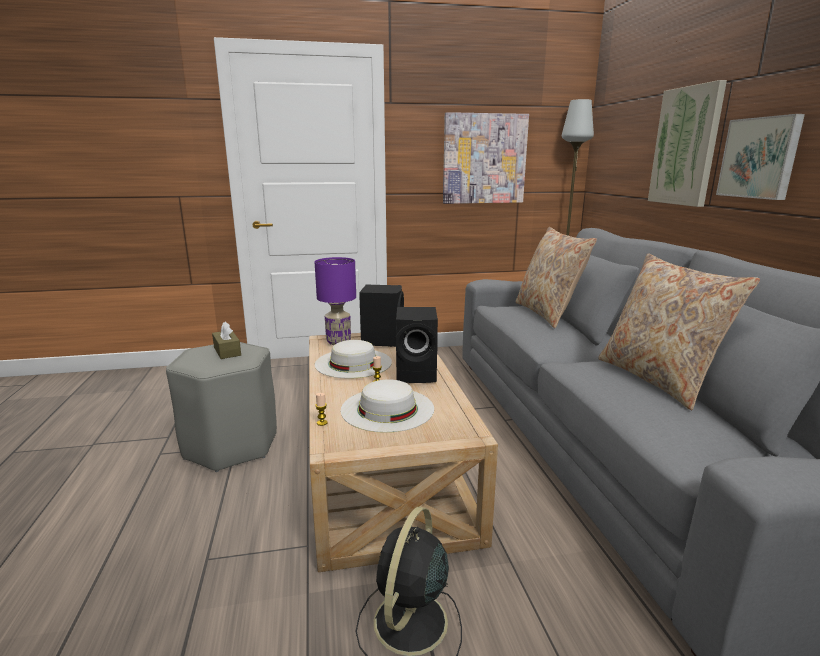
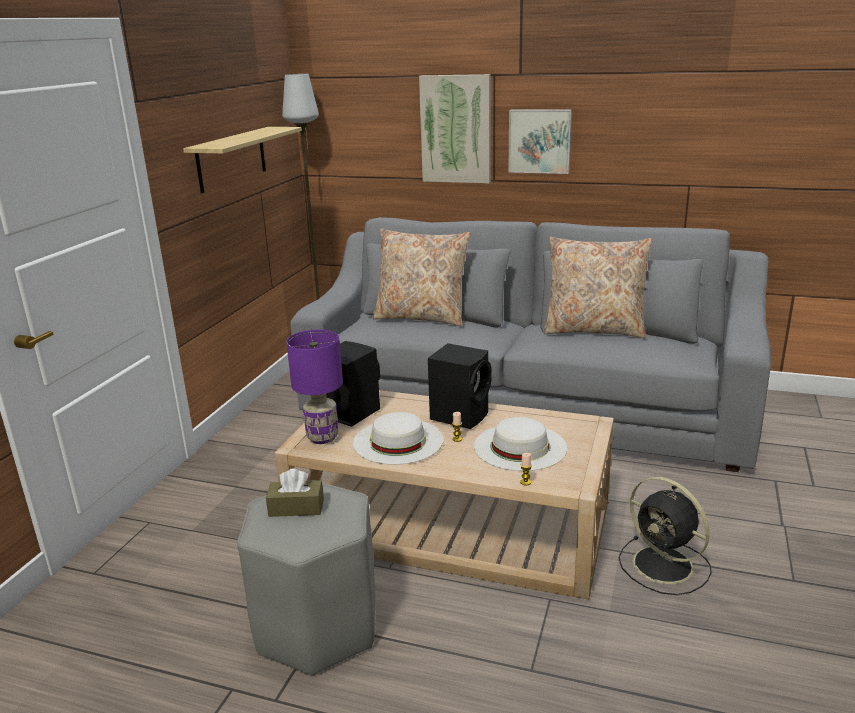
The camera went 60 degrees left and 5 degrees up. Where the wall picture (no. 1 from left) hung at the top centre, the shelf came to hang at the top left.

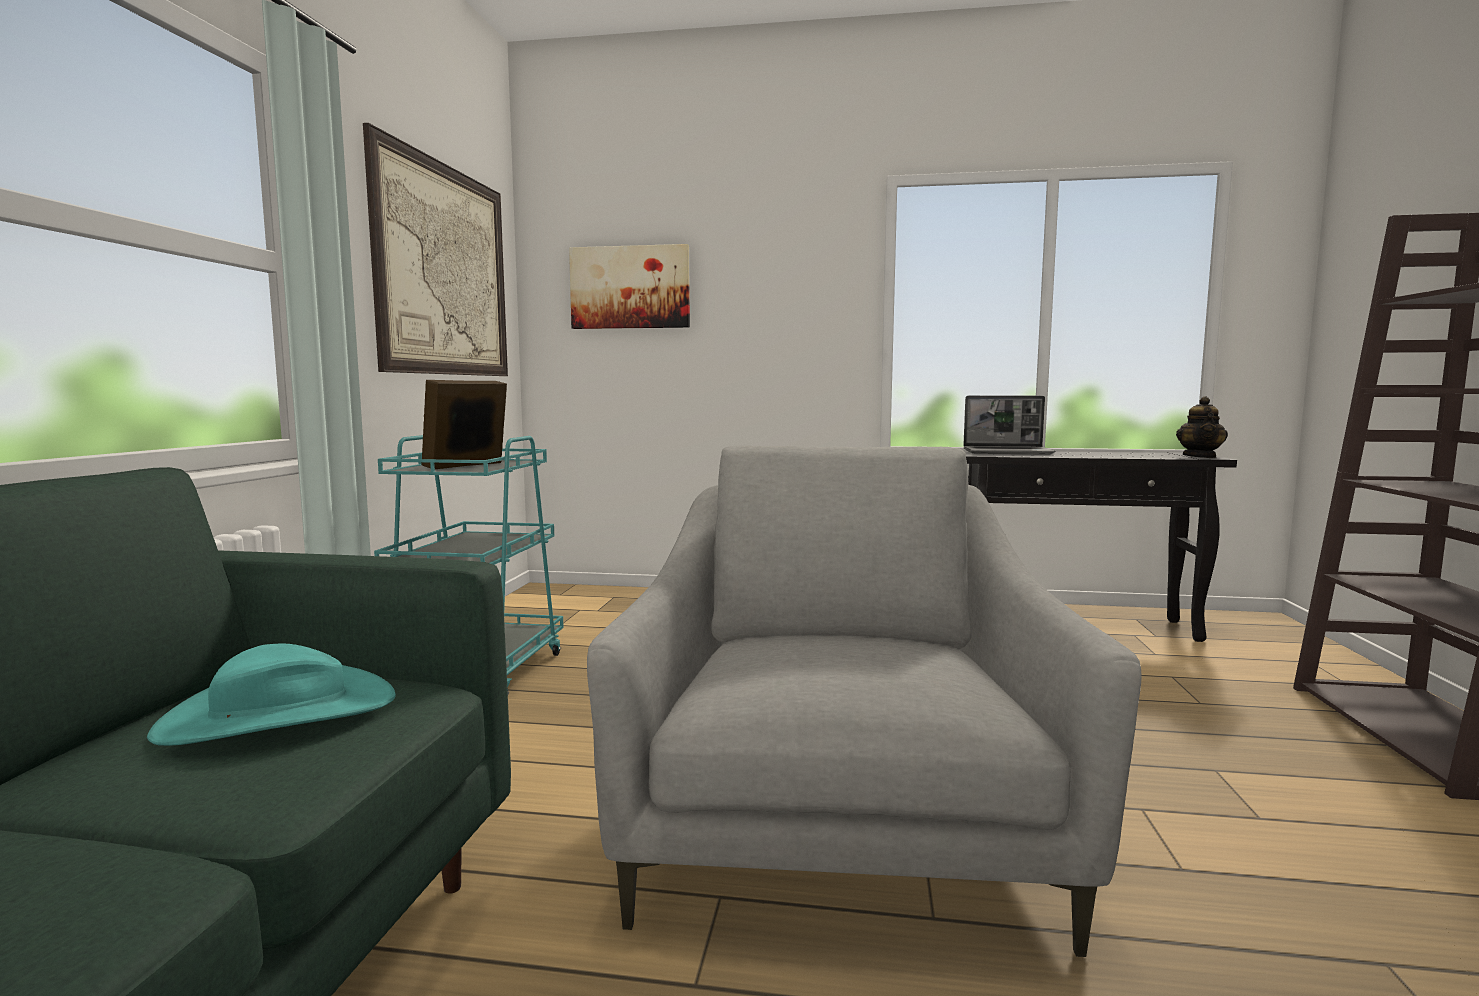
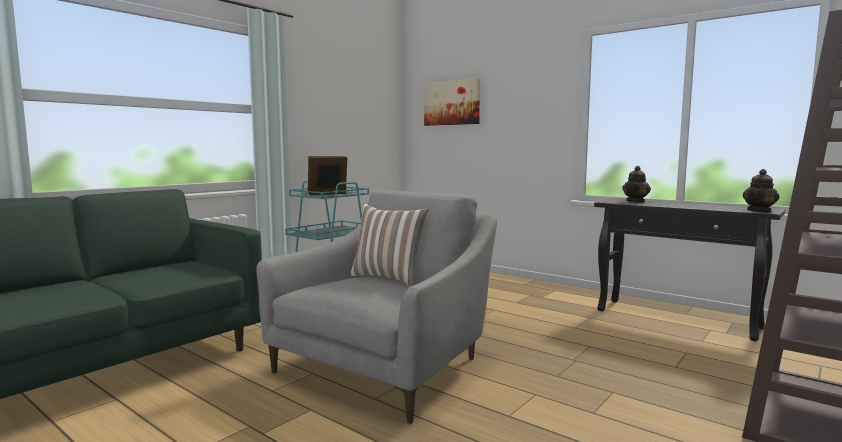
The camera went 30 degrees right and 0 degrees up. The second view gained the cushion at the centre. Where the portable computer stood at the middle right, the pot for tea (no. 1 from left) came to stand at the middle right. The second view lost the turquoise wearable hat at the bottom left. The second view lost the wall picture (no. 1 from left) at the top left.

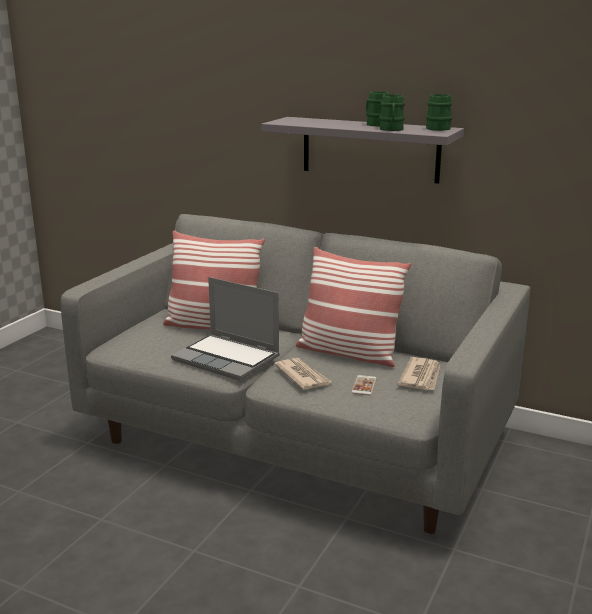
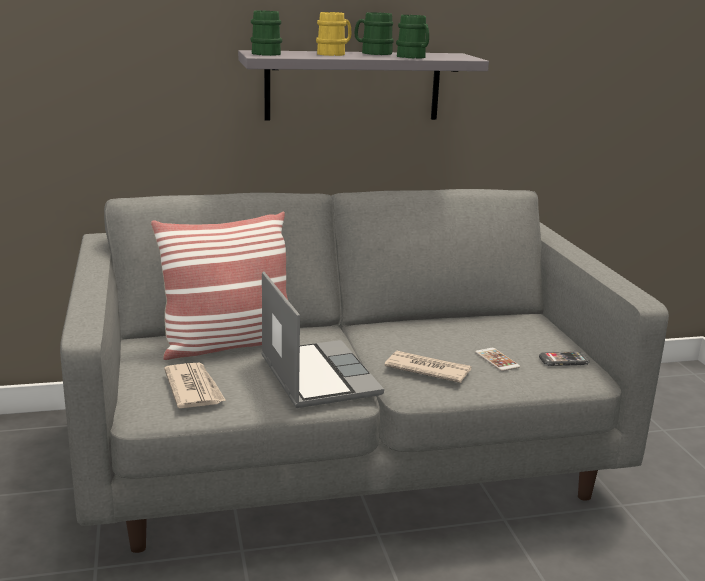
The camera went 40 degrees left and 0 degrees up. The daily paper (no. 2 from left in the first image) ended up elsewhere, having gone from the middle right to the middle left. The green-coloured mug (no. 3 from left in the first image) ended up elsewhere, having gone from the top right to the top centre. The portable computer at the centre ended up facing another way, 105 degrees counterclockwise from before. The second view gained the yellowish mug at the top centre. The second view gained the handset (no. 2 from left) at the middle right. The second view lost the cushion (no. 2 from left) at the centre.

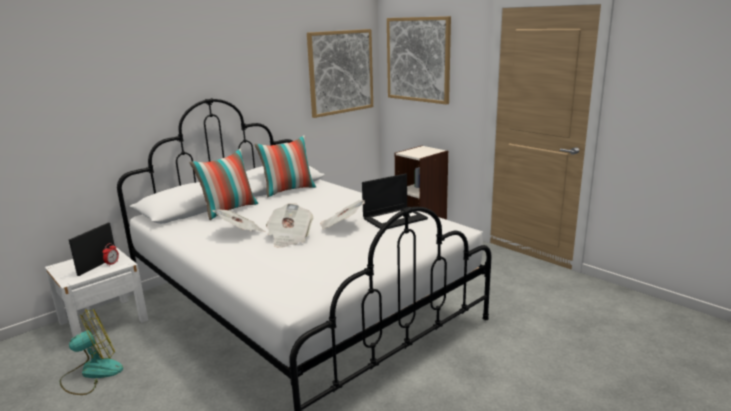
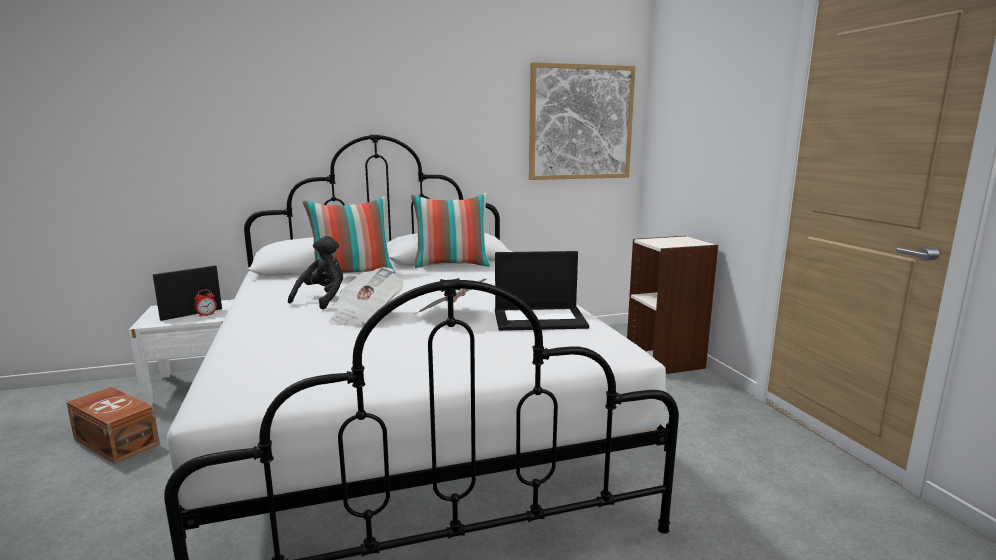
The camera went 25 degrees right and 5 degrees down. Where the cooling fan stood at the bottom left, the brown storage container came to stand at the bottom left. Where the daily paper (no. 1 from left) stood at the middle left, the blackish plush toy came to stand at the middle left. The second view lost the wall picture (no. 2 from left) at the top centre.

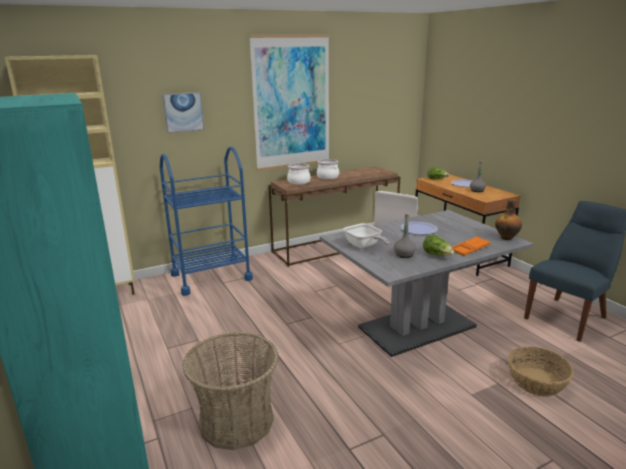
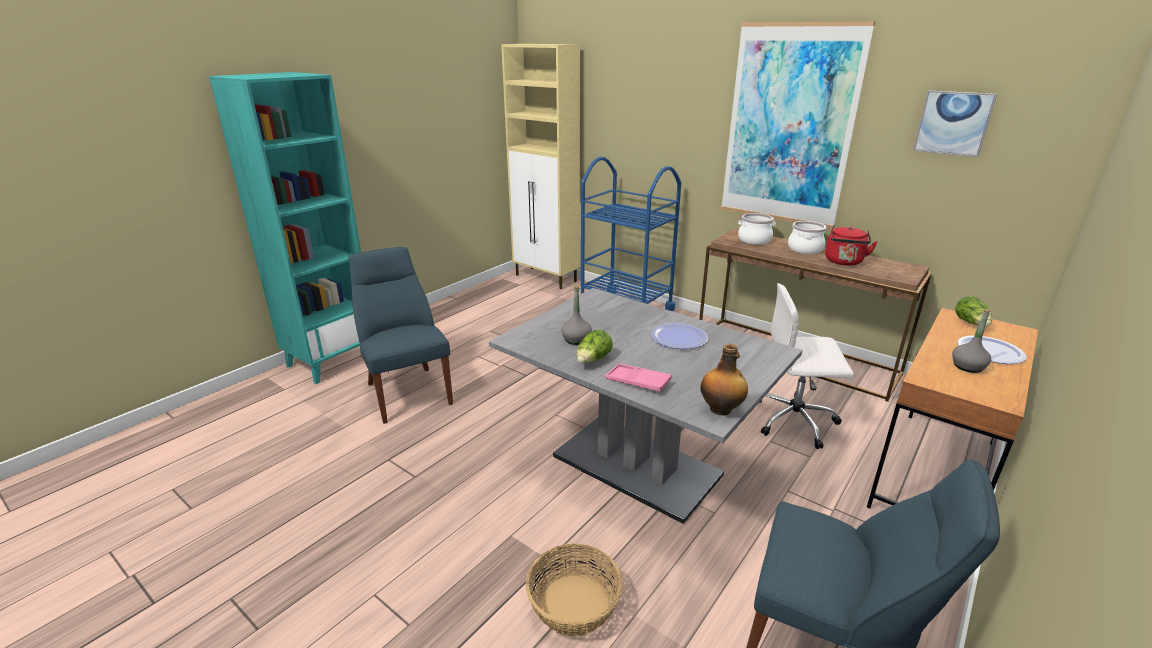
The camera went 65 degrees right and 5 degrees up. Where the storage basket (no. 1 from left) stood at the bottom centre, the blue plain chair (no. 1 from left) came to stand at the centre. What was the orangey serving tray at the middle right turned into the pink serving tray at the centre. The second view gained the red tea kettle at the middle right. The wall picture (no. 1 from left in the first image) ended up elsewhere, having gone from the top left to the top right. The second view lost the skillet at the centre.

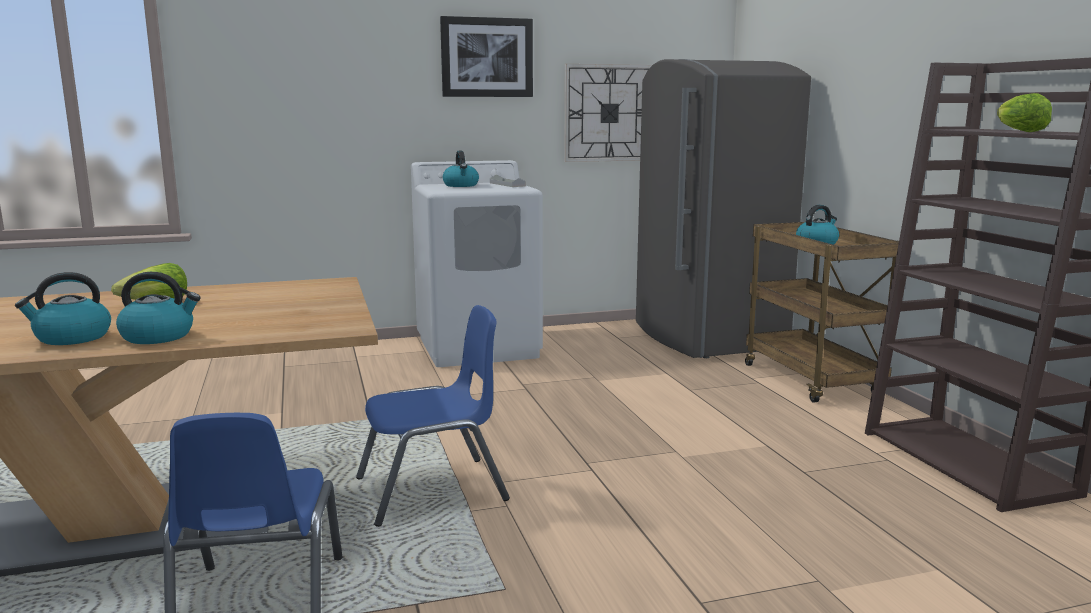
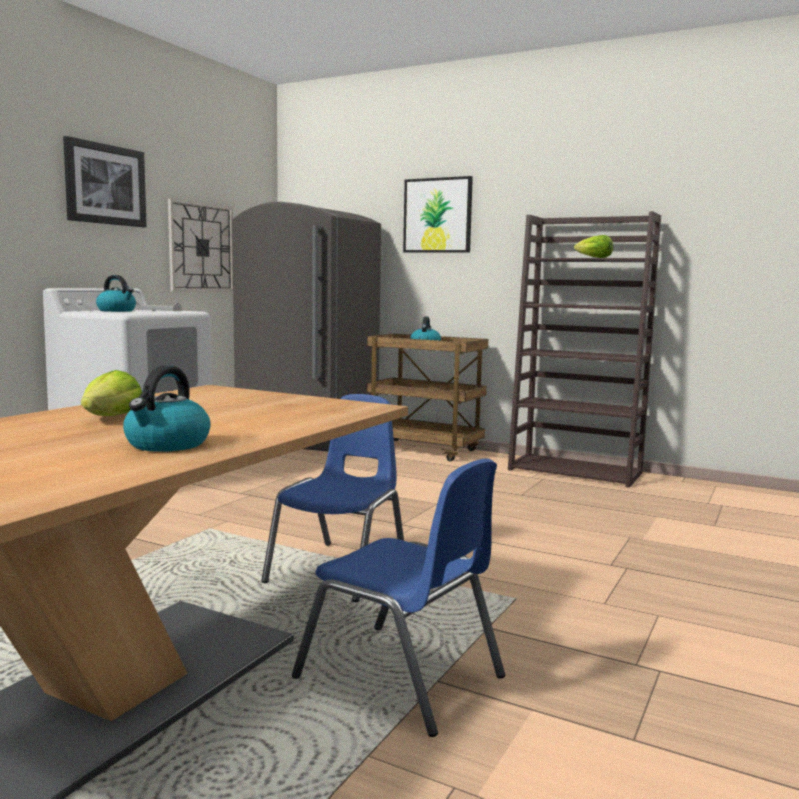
The camera went 45 degrees left and 5 degrees down. The second view gained the wall picture (no. 2 from left) at the top centre. The second view lost the tea kettle (no. 2 from left) at the middle left.

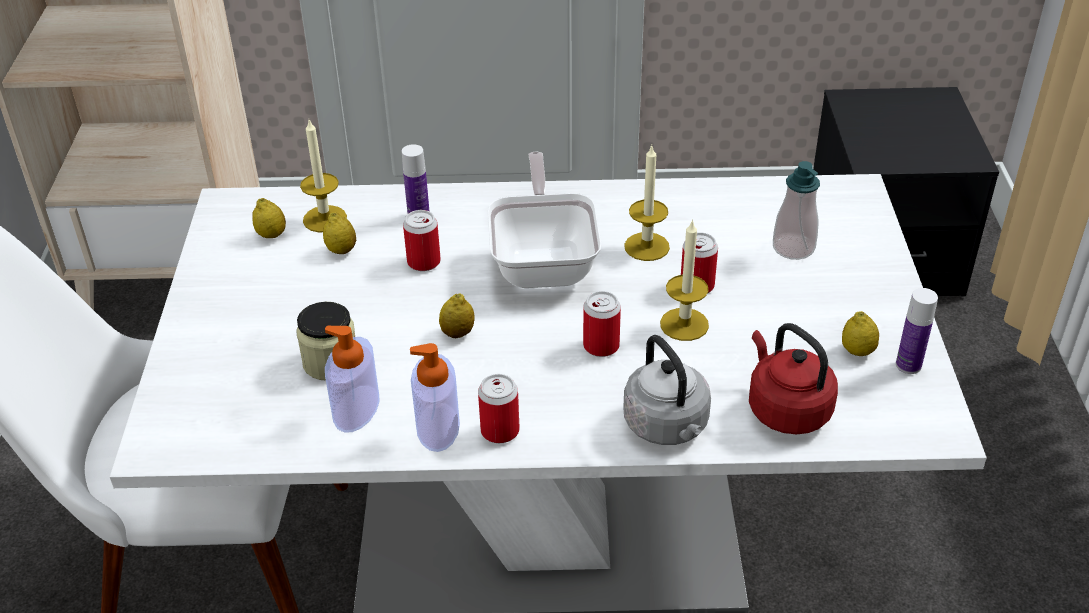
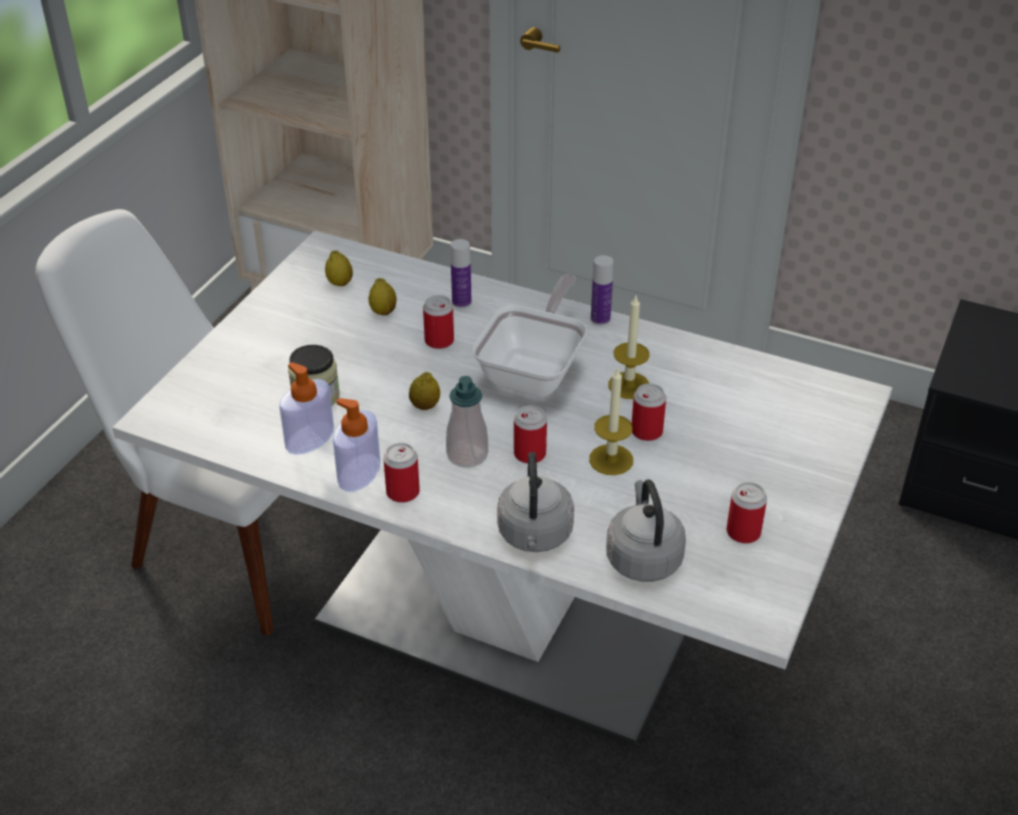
The camera went 25 degrees right and 0 degrees up. The liquid soap bottle (no. 3 from left) ended up elsewhere, having gone from the middle right to the centre. The bottle (no. 2 from left) ended up elsewhere, having gone from the middle right to the centre. What was the red tea kettle at the middle right turned into the greyish tea kettle (no. 2 from left) at the centre. Where the citrus fruit (no. 4 from left) stood at the middle right, the sealed can (no. 5 from left) came to stand at the middle right. The second view lost the candle (no. 1 from left) at the top left.

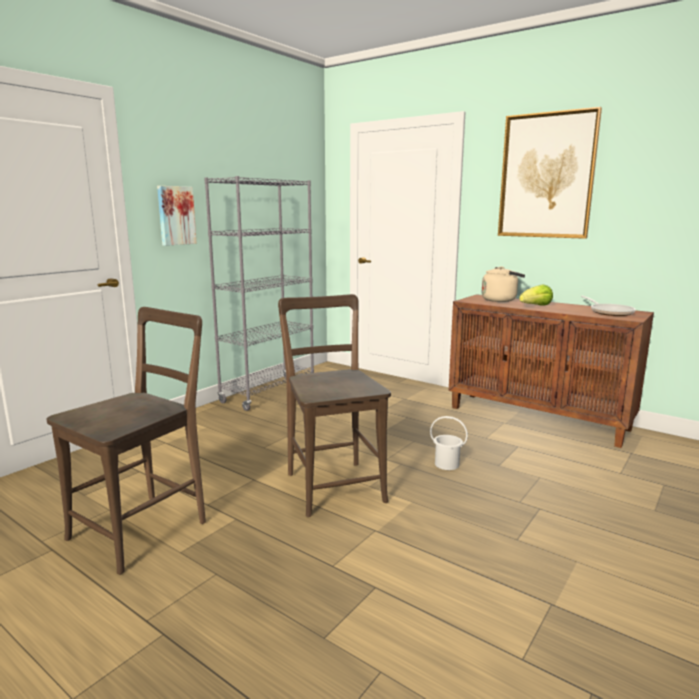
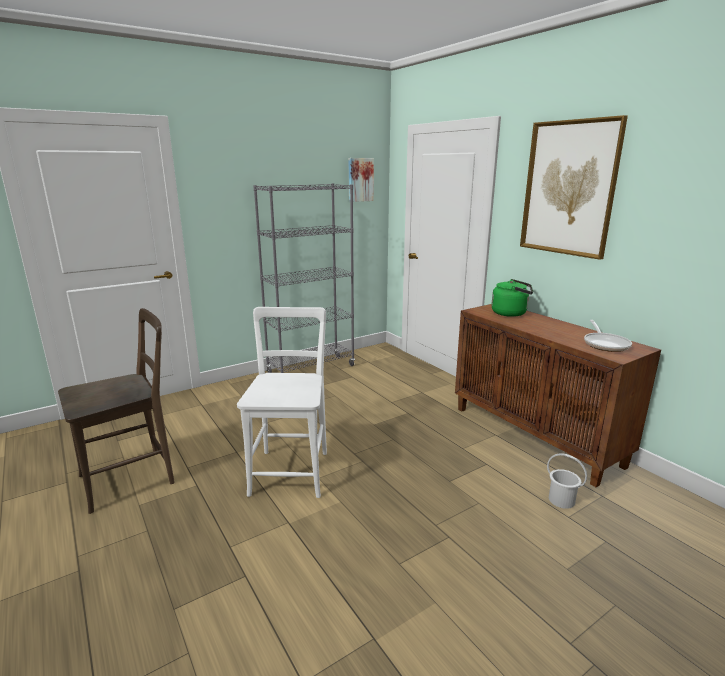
The camera went 20 degrees right and 5 degrees up. What was the brown plain chair (no. 2 from left) at the centre turned into the white-coloured plain chair at the centre. The wall picture (no. 1 from left) ended up elsewhere, having gone from the top left to the top centre. What was the beige-coloured tea kettle at the middle right turned into the green-coloured tea kettle at the middle right. The white-coloured water bucket ended up elsewhere, having gone from the centre to the bottom right. The second view lost the lettuce head at the middle right.

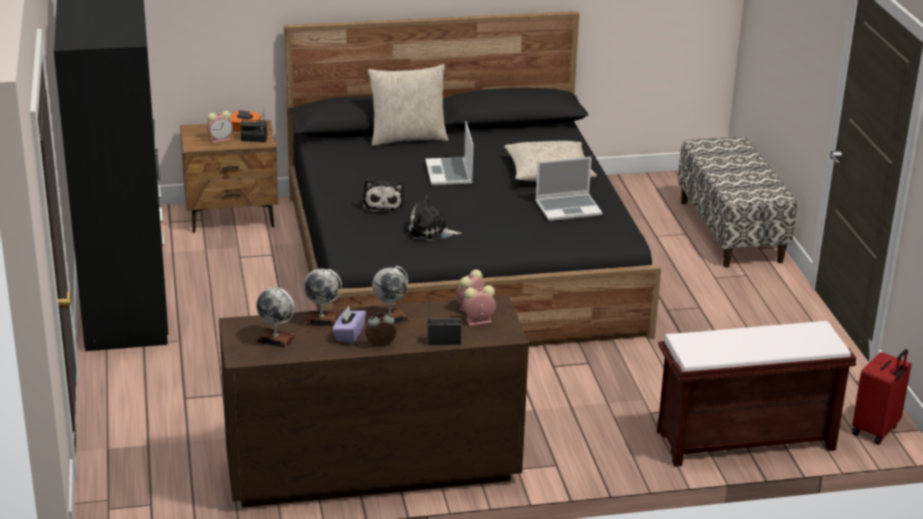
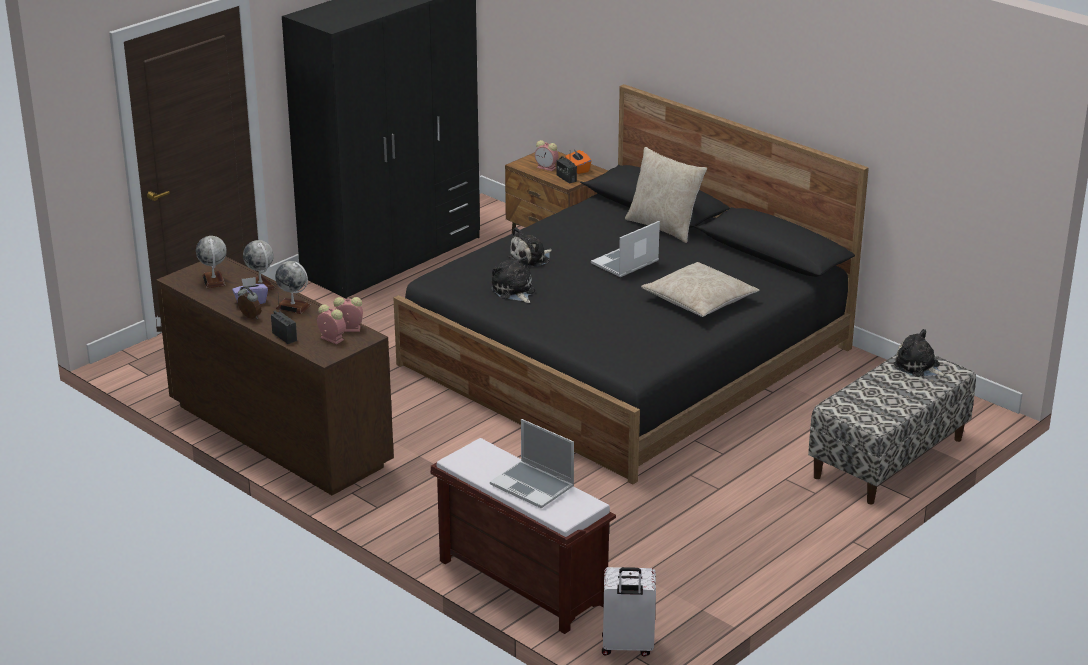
The camera went 55 degrees right and 0 degrees up. The portable computer (no. 2 from left in the first image) ended up elsewhere, having gone from the centre to the bottom centre. What was the red piece of luggage at the bottom right turned into the white-coloured piece of luggage at the bottom centre. The second view gained the plush toy (no. 3 from left) at the middle right.

